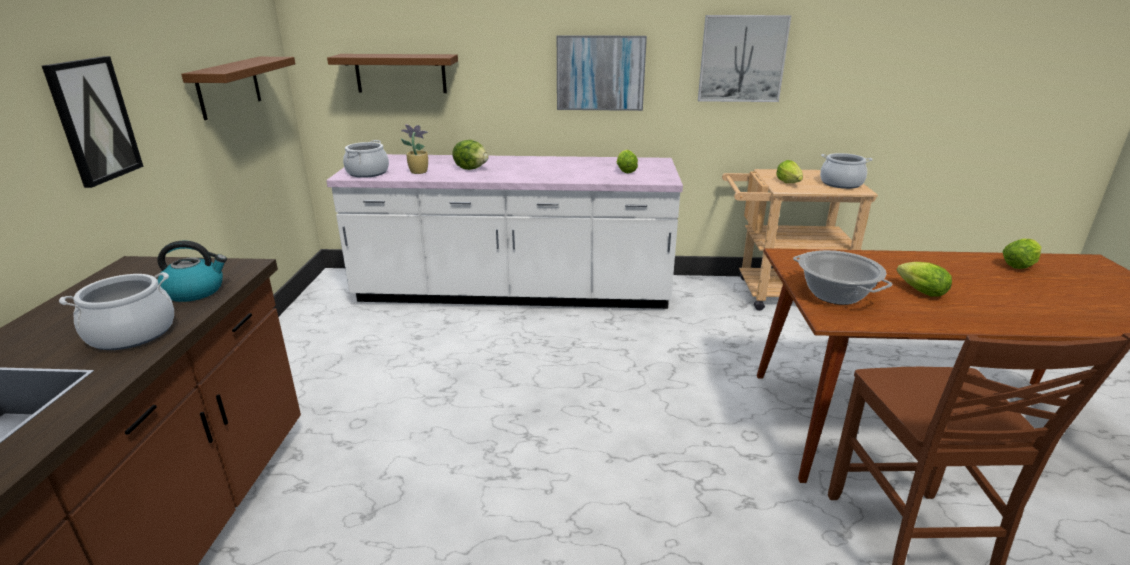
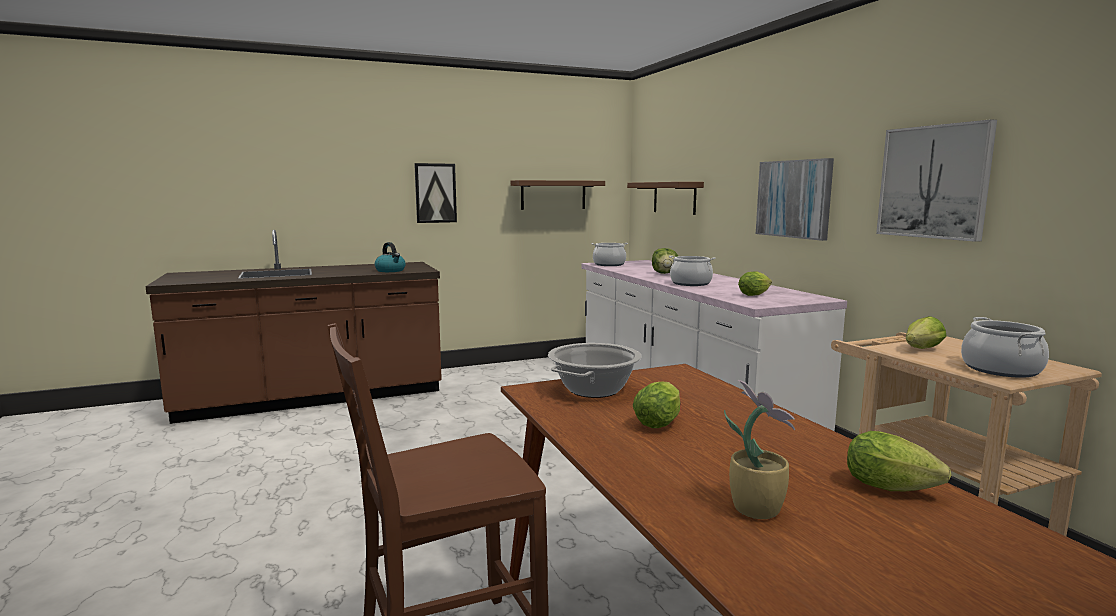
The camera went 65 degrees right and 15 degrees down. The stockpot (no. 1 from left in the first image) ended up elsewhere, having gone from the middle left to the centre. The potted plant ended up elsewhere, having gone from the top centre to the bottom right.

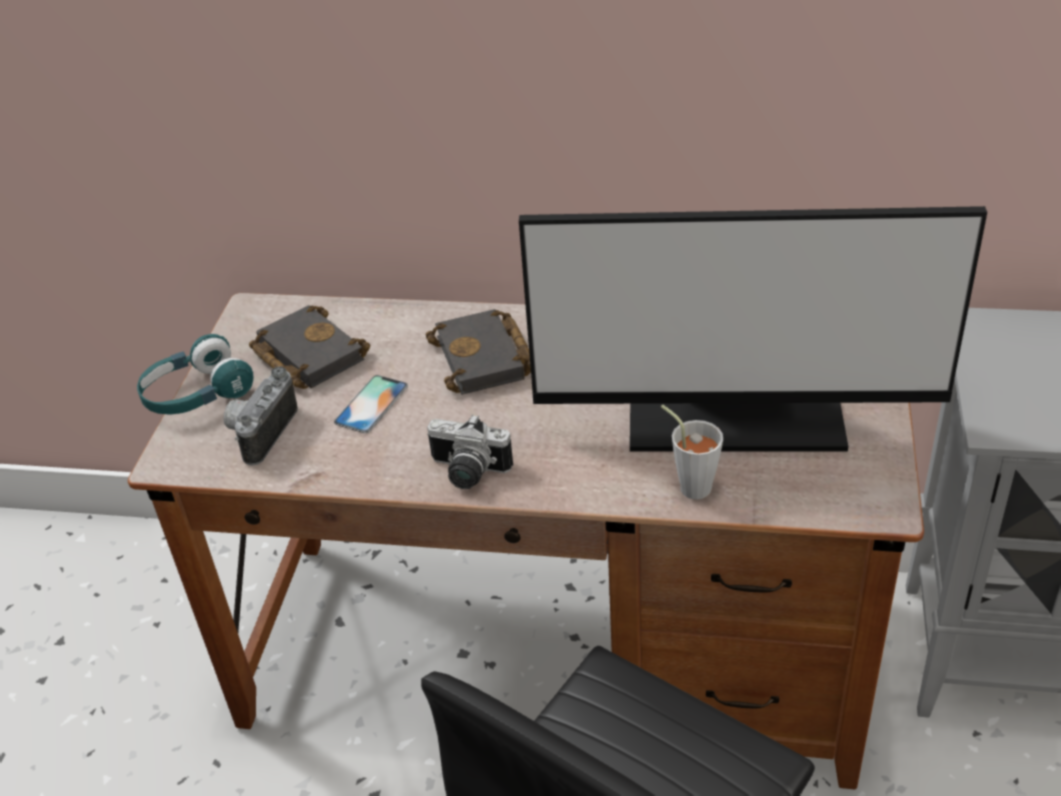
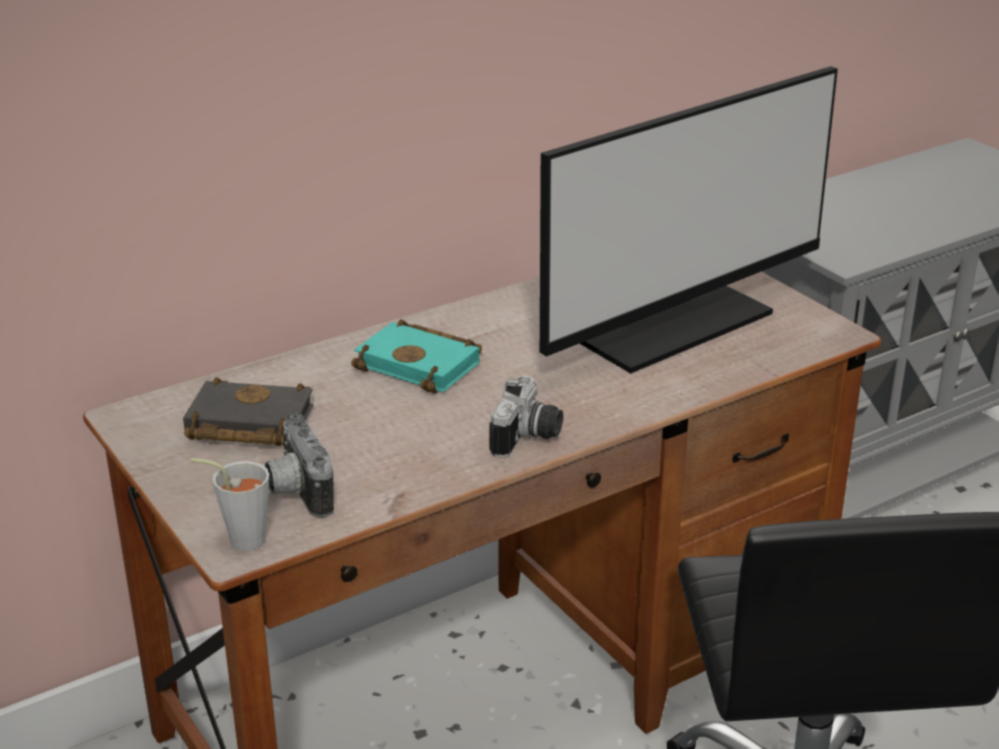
The camera went 45 degrees left and 10 degrees down. The greyish cup ended up elsewhere, having gone from the centre to the bottom left. What was the blackish volume (no. 2 from left) at the centre turned into the turquoise volume at the centre. The still camera (no. 2 from left) at the centre ended up facing another way, 45 degrees counterclockwise from before. The second view lost the turquoise headset at the middle left. The second view lost the handset at the centre.

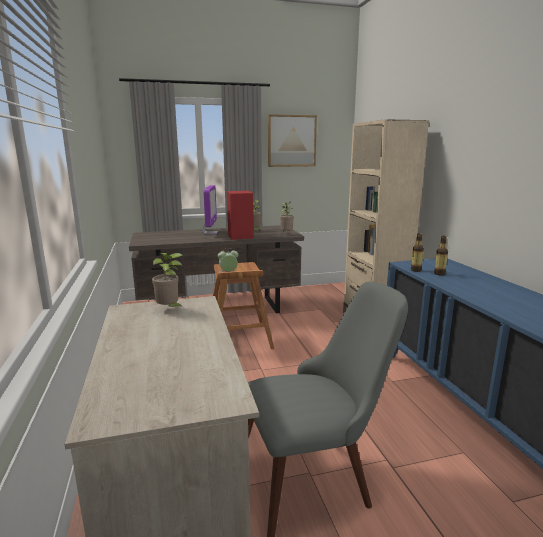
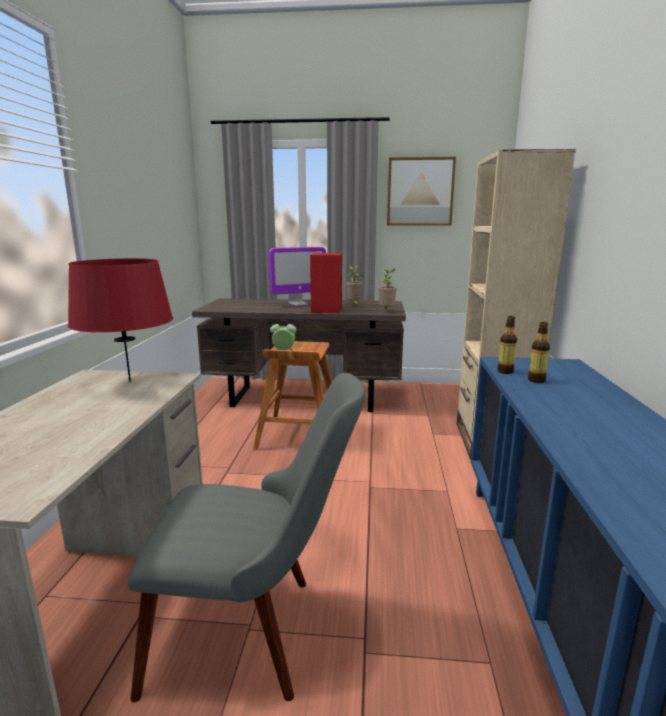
The camera went 20 degrees right and 0 degrees up. Where the potted plant (no. 1 from left) stood at the middle left, the red lamp for a table came to stand at the middle left. The monitor at the centre ended up facing another way, 45 degrees clockwise from before.

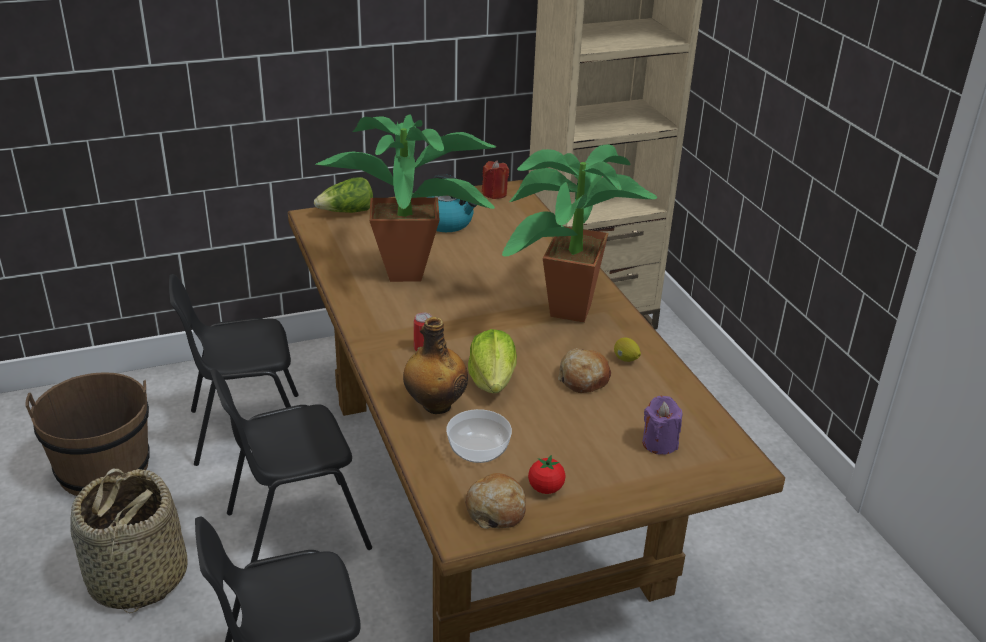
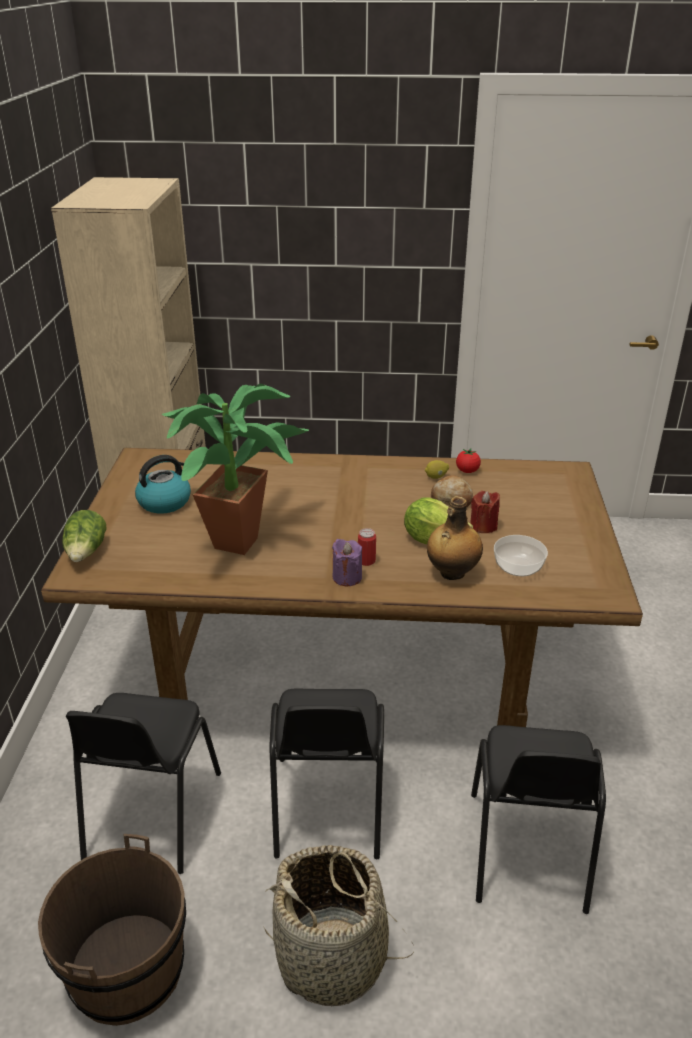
The camera went 65 degrees left and 0 degrees up. The purplish candle ended up elsewhere, having gone from the middle right to the centre. The whole tomato ended up elsewhere, having gone from the bottom centre to the middle right. The red candle ended up elsewhere, having gone from the top centre to the middle right. The second view lost the baked bread (no. 1 from left) at the bottom centre. The second view lost the potted plant (no. 2 from left) at the centre.

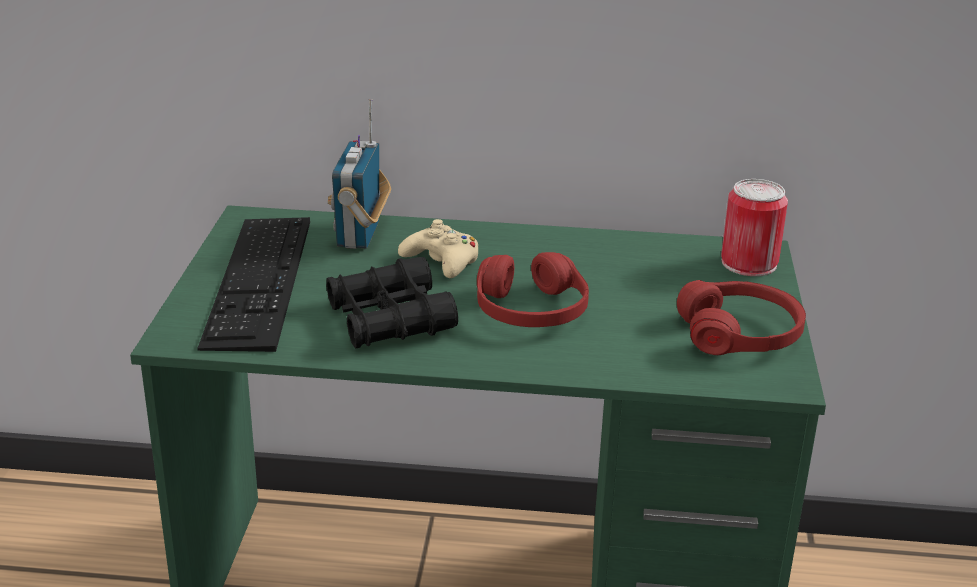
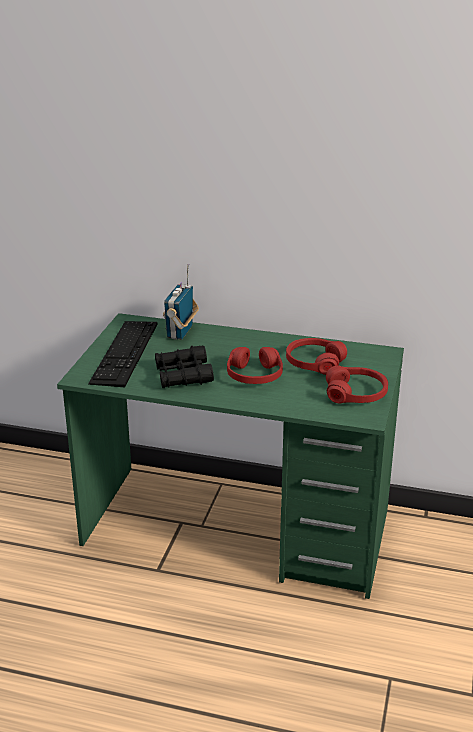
The camera went 10 degrees right and 0 degrees up. The second view gained the red headset (no. 2 from left) at the middle right. The second view lost the beige-coloured joypad at the centre. The second view lost the sealed can at the middle right.

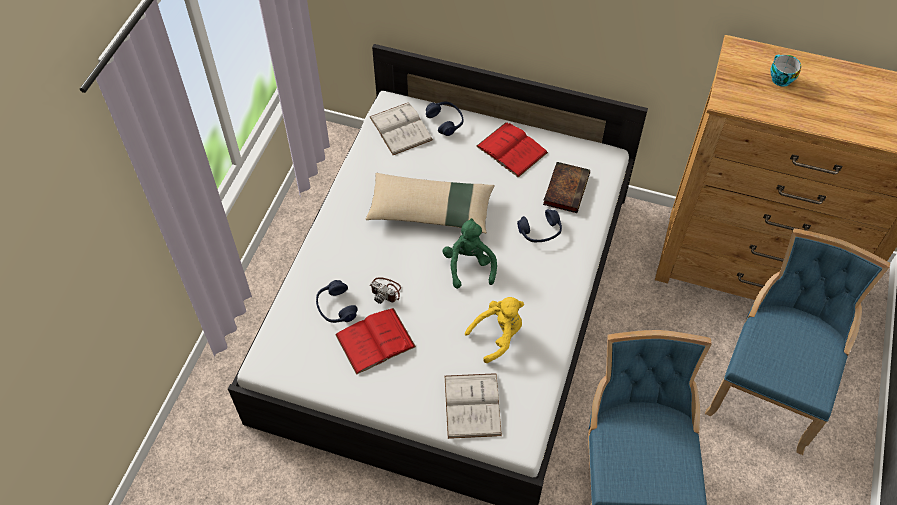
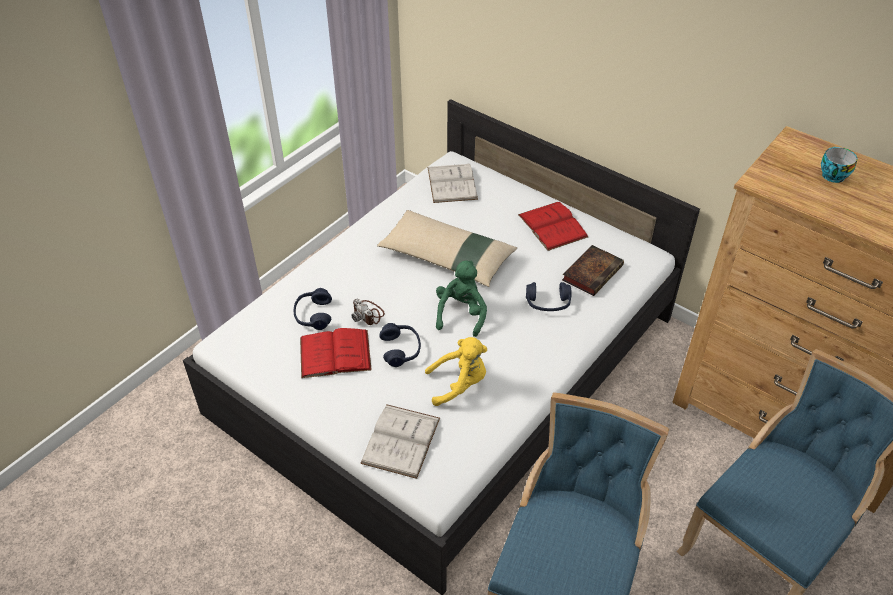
The camera went 20 degrees right and 10 degrees down. The blue headset (no. 2 from left) ended up elsewhere, having gone from the top centre to the centre.

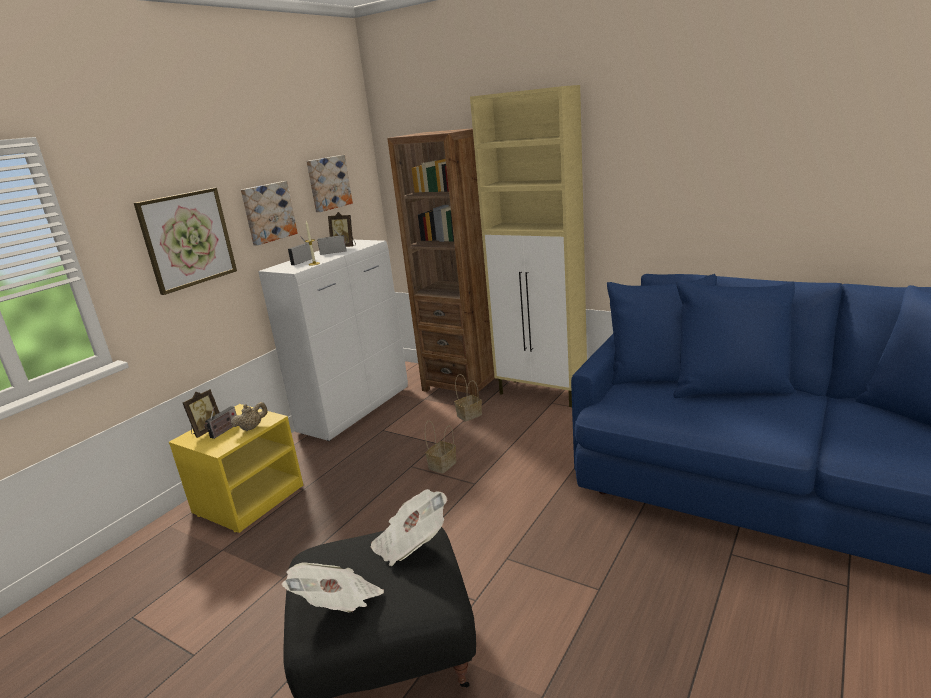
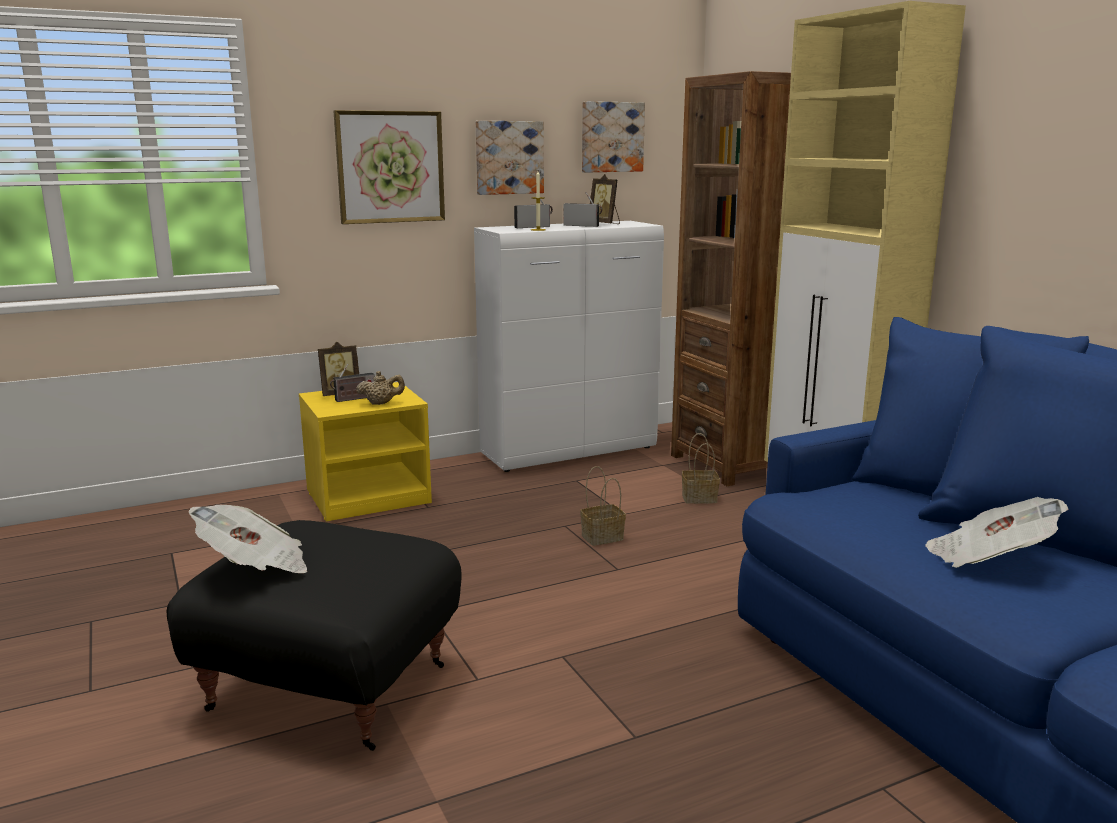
The camera went 30 degrees right and 5 degrees down. The daily paper (no. 2 from left) ended up elsewhere, having gone from the bottom centre to the middle right.

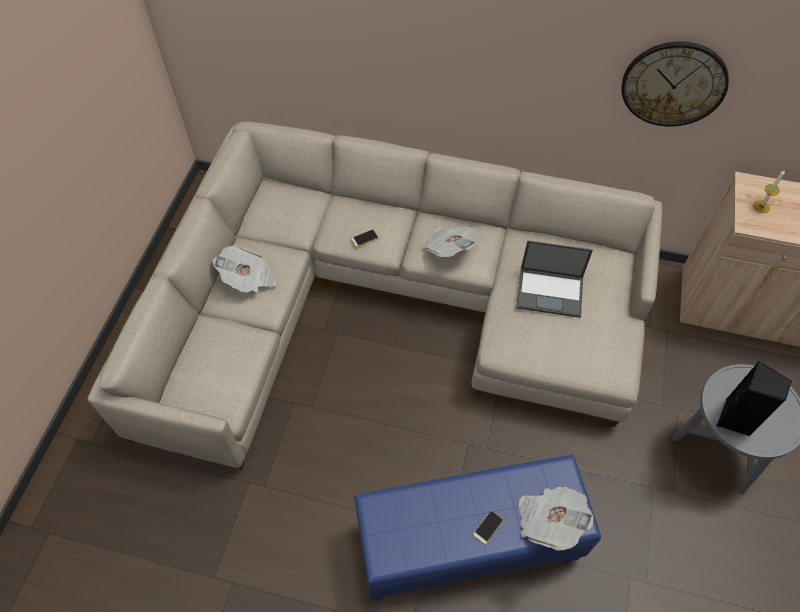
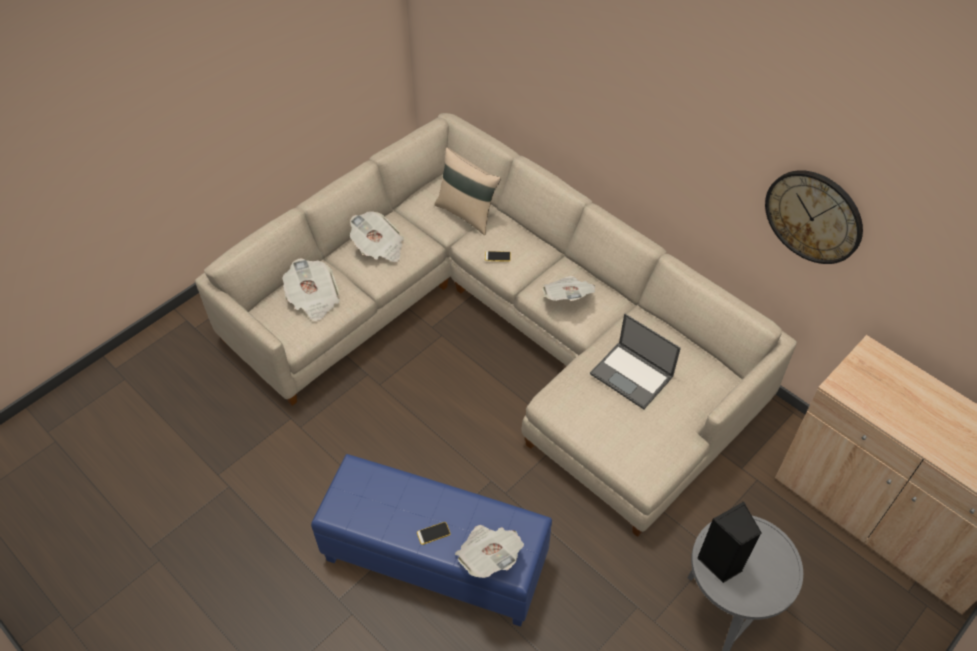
The camera went 30 degrees right and 5 degrees down. The second view gained the daily paper (no. 1 from left) at the middle left. The second view gained the beige-coloured cushion at the top centre. The second view lost the candle at the top right.

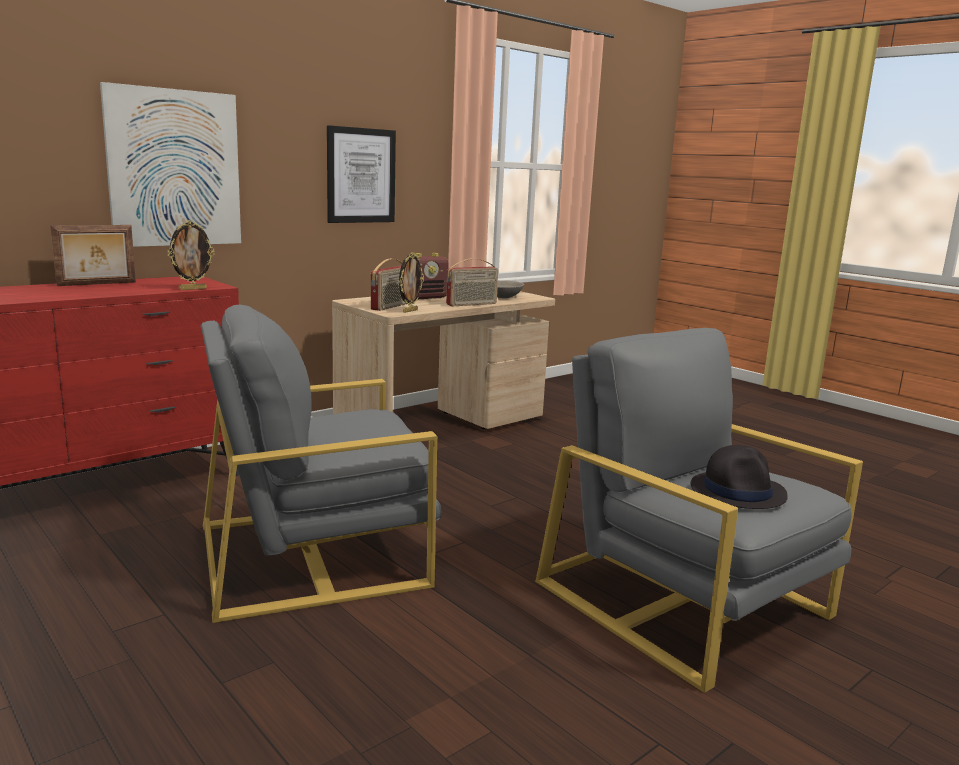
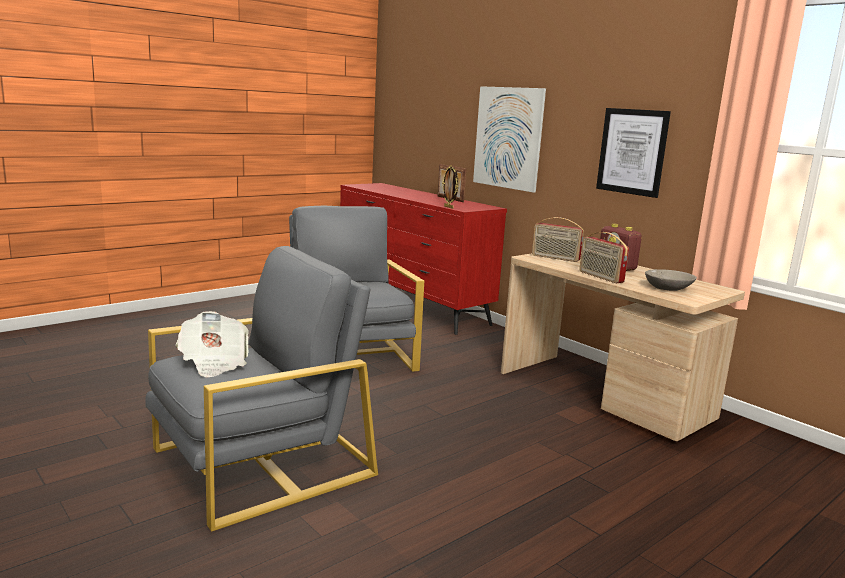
The camera went 90 degrees right and 0 degrees up. Where the blackish wearable hat stood at the middle right, the daily paper came to stand at the middle left. The second view lost the photo frame (no. 3 from left) at the centre.

